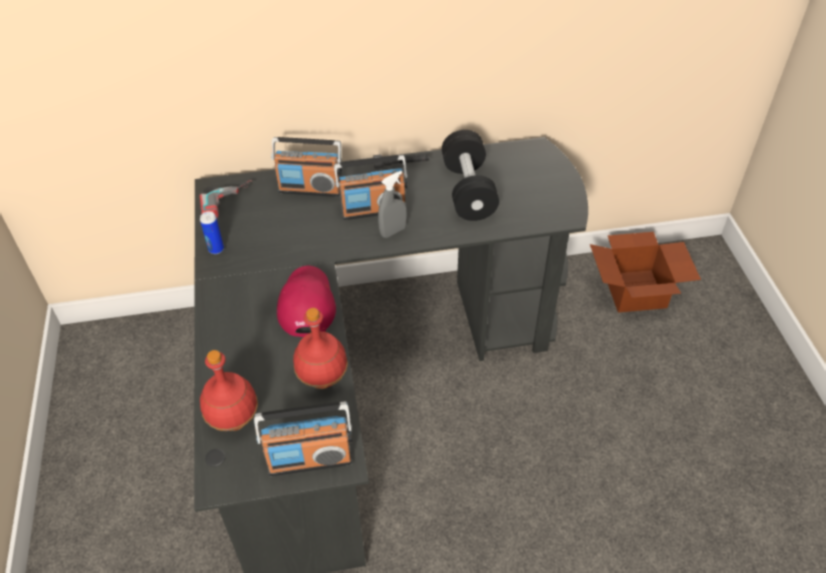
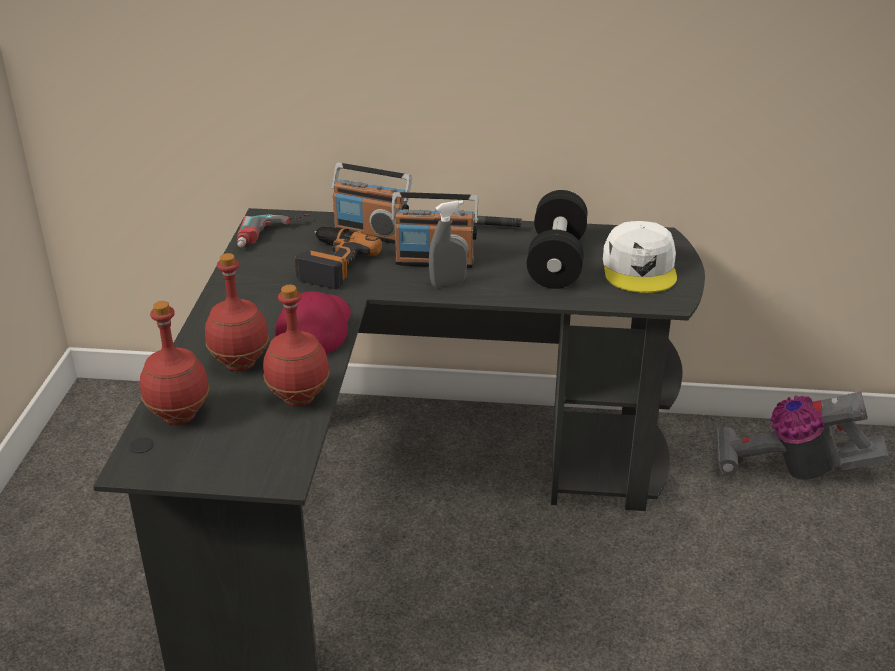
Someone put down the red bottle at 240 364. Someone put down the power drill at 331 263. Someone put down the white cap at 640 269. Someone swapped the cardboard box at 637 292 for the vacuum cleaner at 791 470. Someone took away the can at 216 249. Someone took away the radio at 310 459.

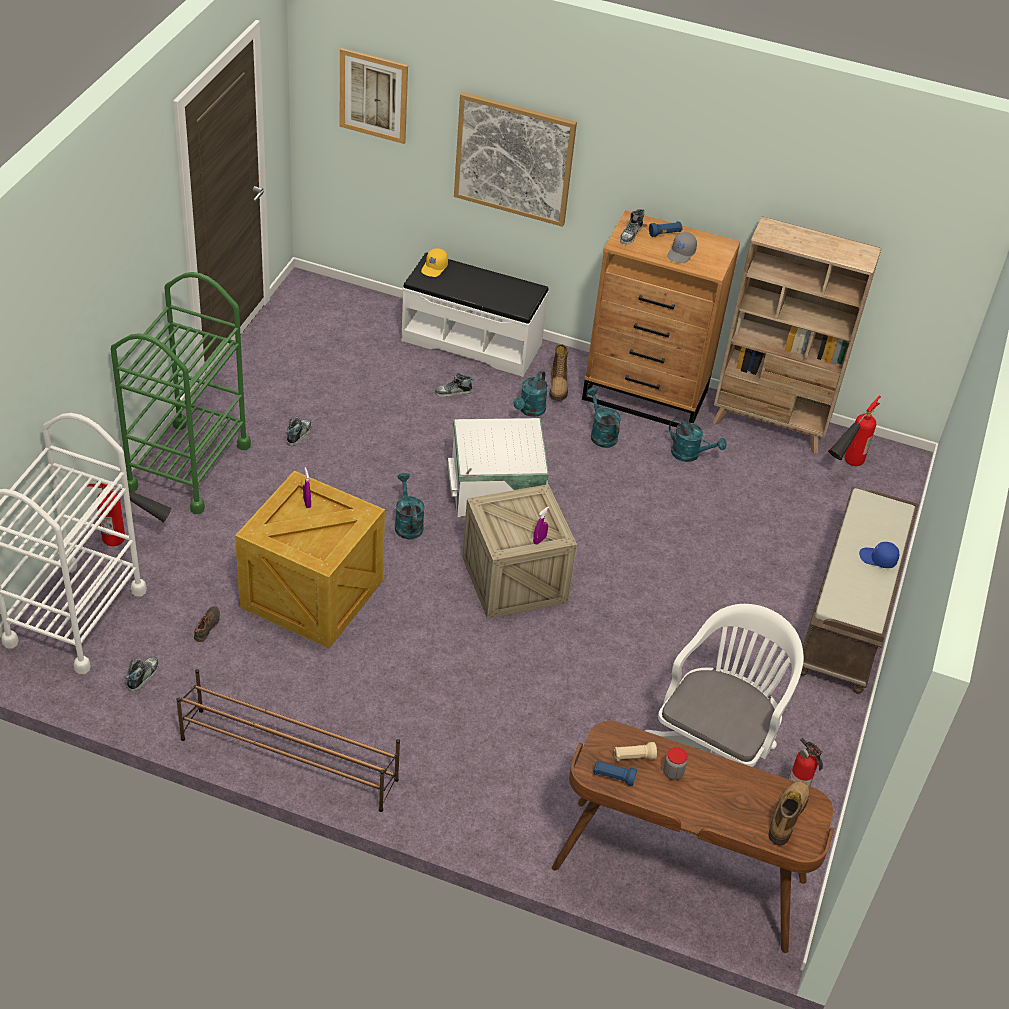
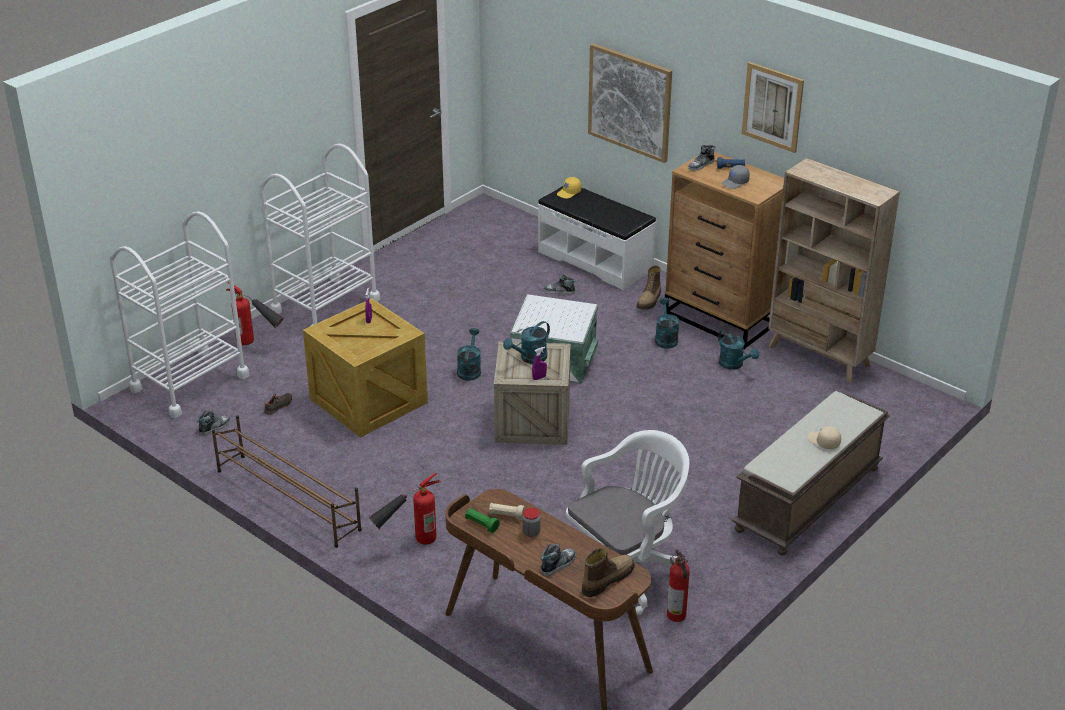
Someone repainted the green cart at 188 466, which became the white cart at 325 306. Someone carried the fire extinguisher from 843 469 to 408 544. Someone repainted the blue flashlight at 613 777, which became the green flashlight at 481 524. Someone carried the turquoise watering can from 530 411 to 530 359. Someone carried the shoe from 299 434 to 558 564. Someone carried the picture from 373 95 to 772 107. Someone repainted the blue cap at 877 559, which became the beige cap at 823 442.

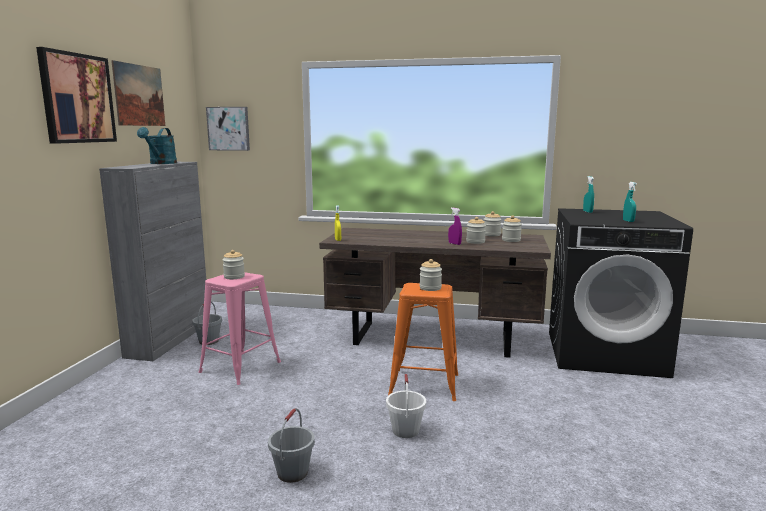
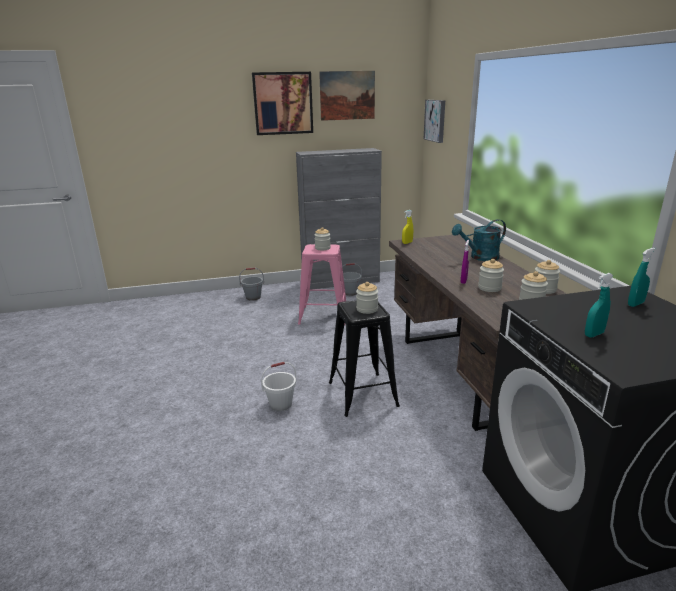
Someone carried the grey bucket from 292 472 to 253 297. Someone repainted the orange stool at 425 385, which became the black stool at 363 394. Someone carried the turquoise watering can from 161 163 to 480 257.

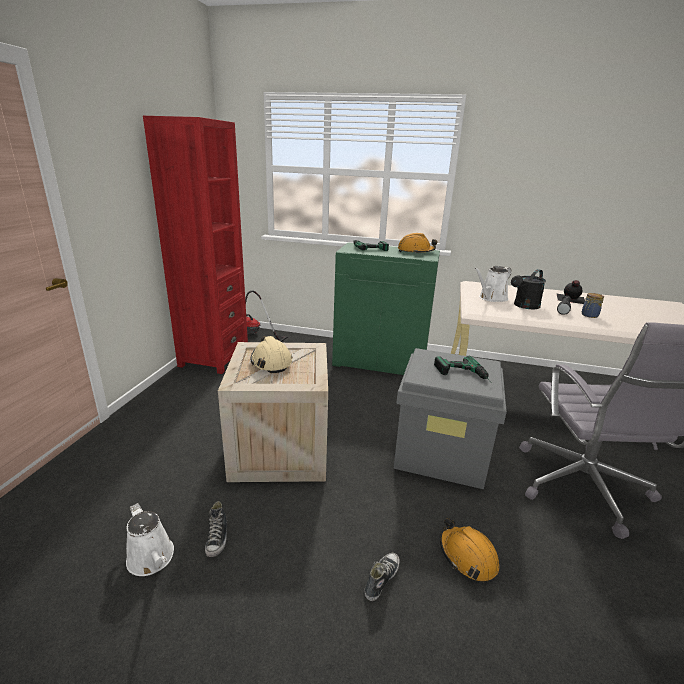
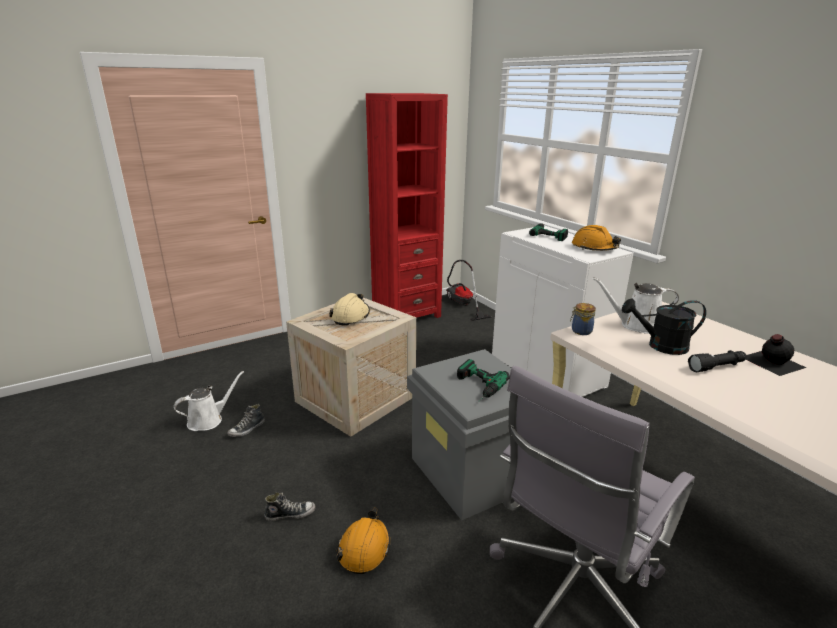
Someone rotated the white watering can at 152 559 by 135 degrees counterclockwise. Someone repainted the green cabinet at 380 362, which became the white cabinet at 548 372. Someone carried the jar from 589 315 to 580 331.

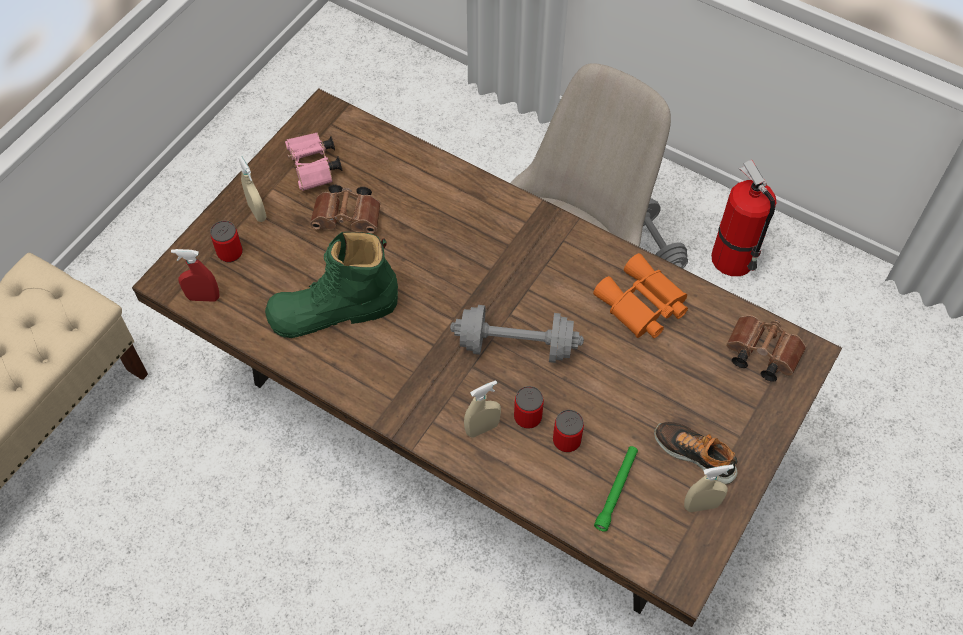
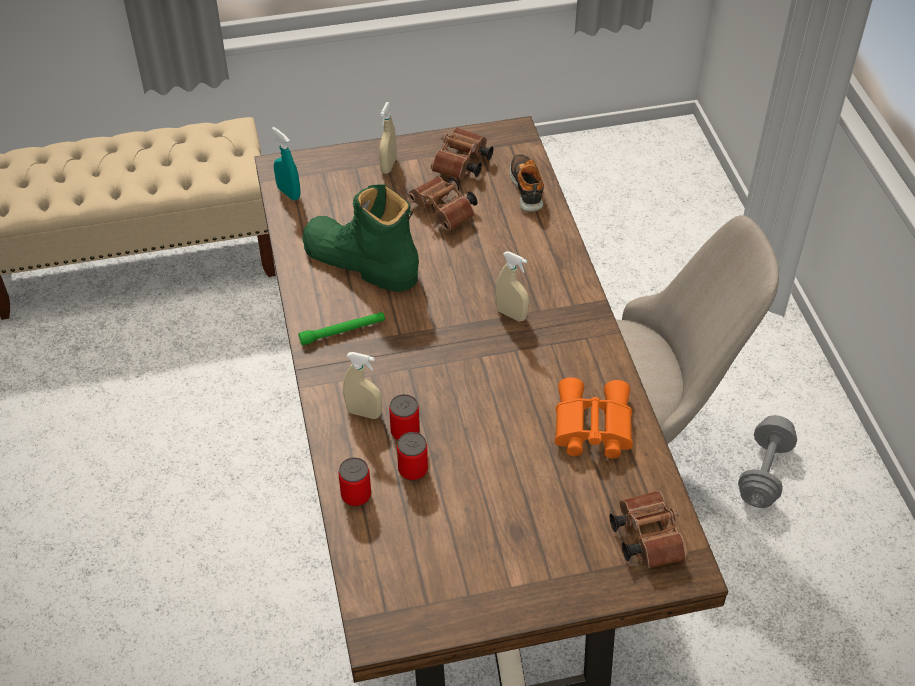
Someone repainted the red spray bottle at 203 297, which became the turquoise spray bottle at 288 193. Someone carried the green flashlight from 616 490 to 342 332. Someone carried the can from 230 253 to 356 495. Someone repainted the pink binoculars at 314 169, which became the brown binoculars at 461 165. Someone carried the beige spray bottle from 701 505 to 511 314. Someone carried the shoe from 695 454 to 527 188. Someone took away the grey dumbbell at 516 346. Someone took away the fire extinguisher at 734 260.

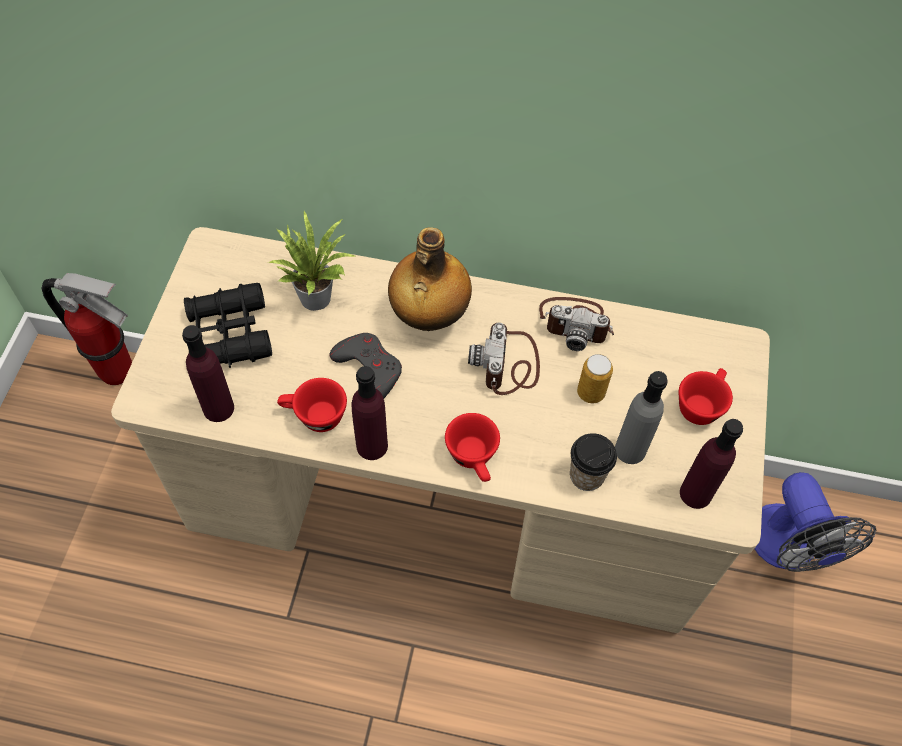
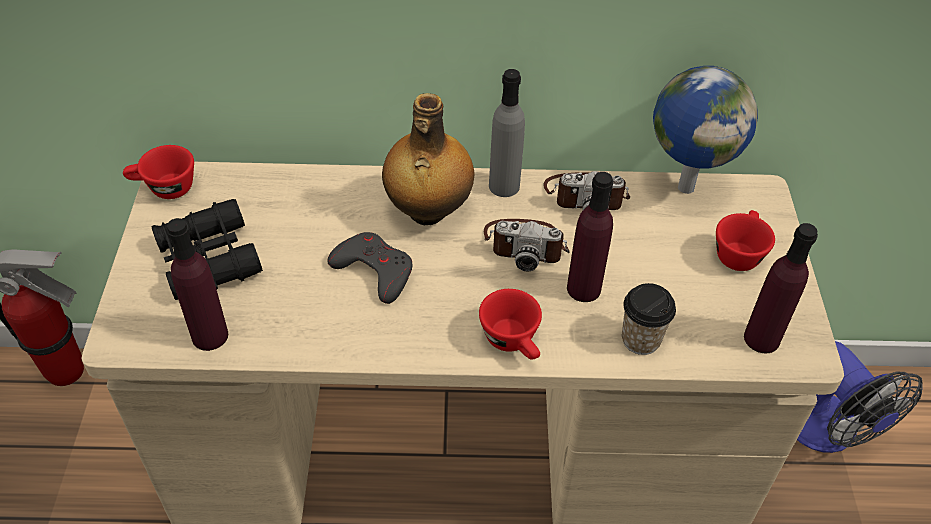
Someone carried the red cup from 314 416 to 164 189. Someone rotated the photo camera at 508 365 by 75 degrees counterclockwise. Someone carried the grey bottle from 630 450 to 504 186. Someone carried the purple bottle from 372 446 to 583 289. Someone put down the globe at 685 186. Someone took away the potted plant at 316 295. Someone took away the can at 590 392.

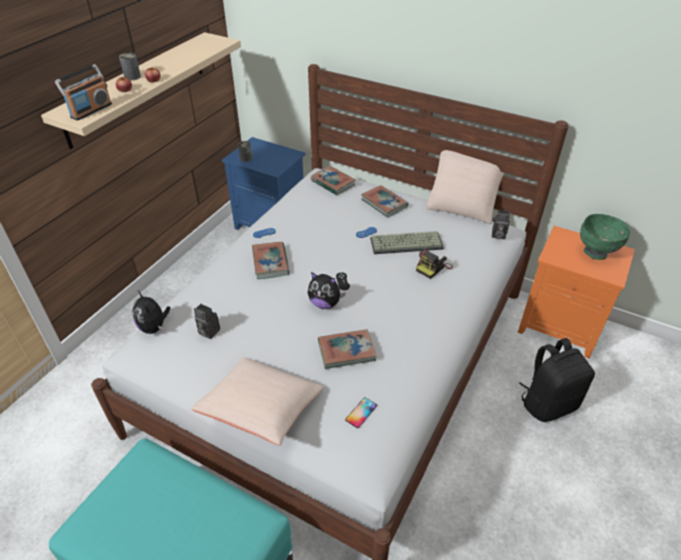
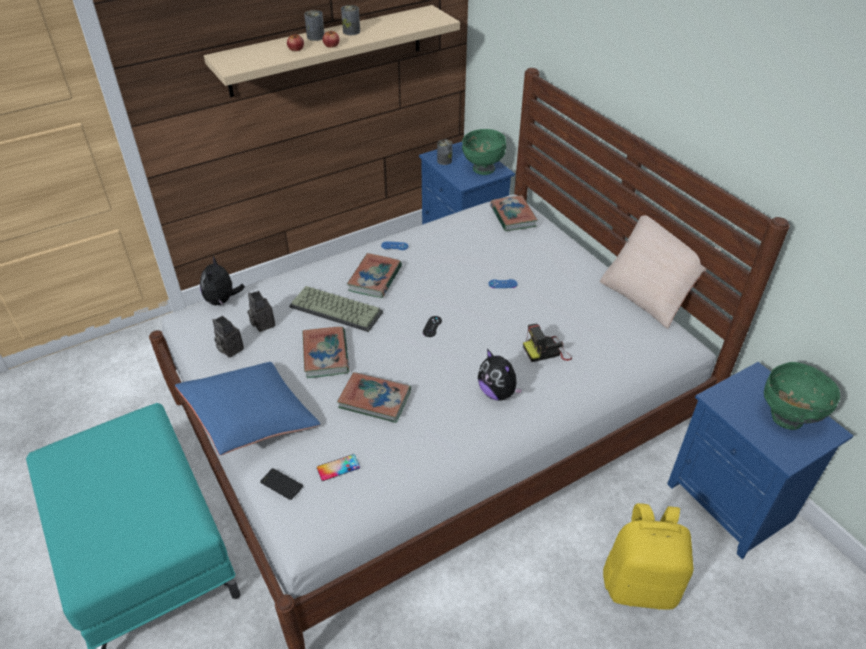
Someone repainted the beige pillow at 262 409, which became the blue pillow at 251 419. Someone carried the photo camera from 497 235 to 229 349. Someone put down the phone at 281 484. Someone carried the keyboard from 407 243 to 337 309. Someone carried the book from 384 203 to 326 355. Someone put down the can at 351 32. Someone put down the green bowl at 483 169. Someone carried the plush toy from 325 303 to 498 392. Someone repainted the black backpack at 548 403, which became the yellow backpack at 640 584. Someone repainted the orange nightstand at 560 327, which became the blue nightstand at 732 503. Someone took away the radio at 91 110.

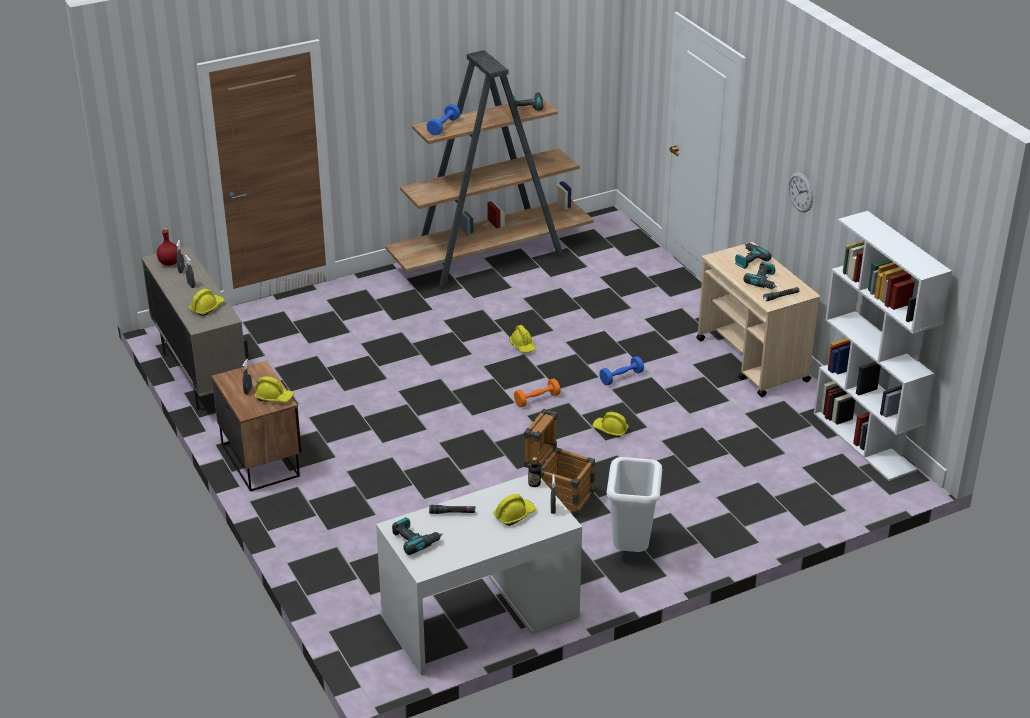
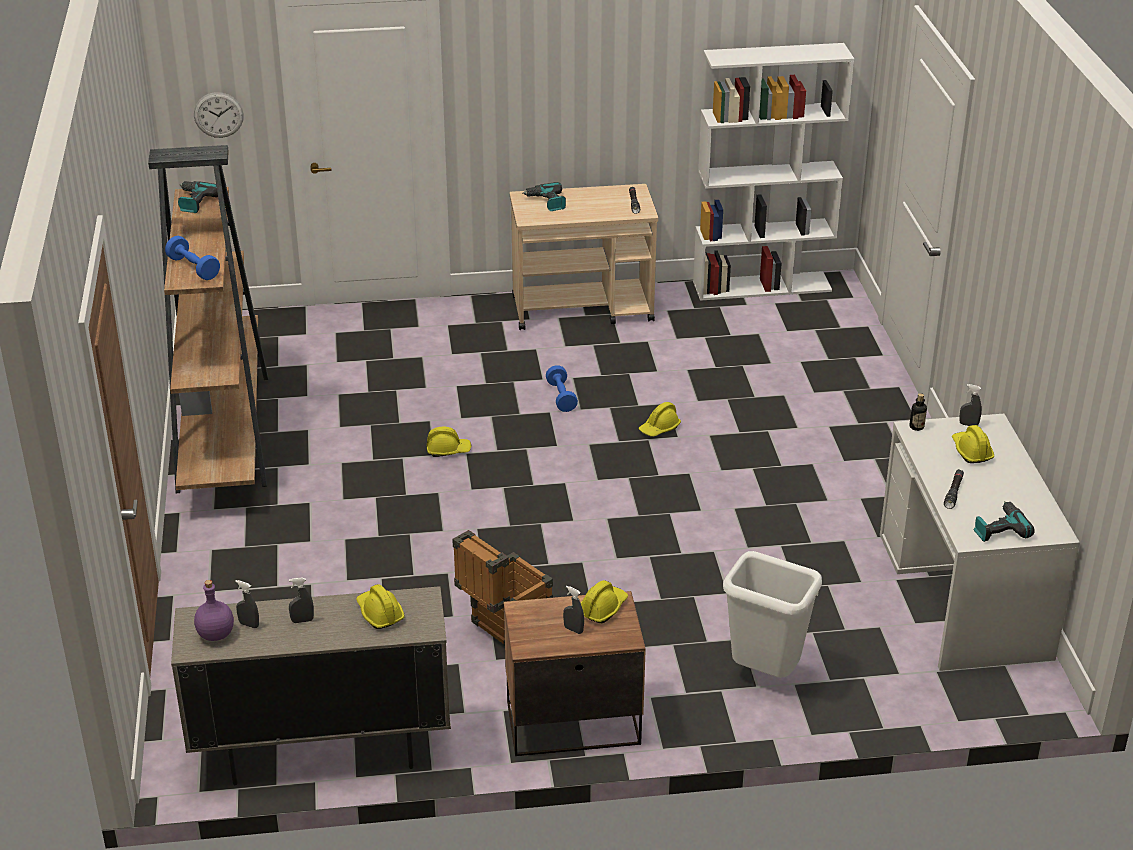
Someone carried the wall clock from 800 192 to 218 115. Someone repainted the red bottle at 170 263, which became the purple bottle at 216 634. Someone carried the crate from 558 496 to 504 627. Someone carried the white trash can from 631 549 to 764 675. Someone took away the orange dumbbell at 537 399. Someone took away the power drill at 764 281.

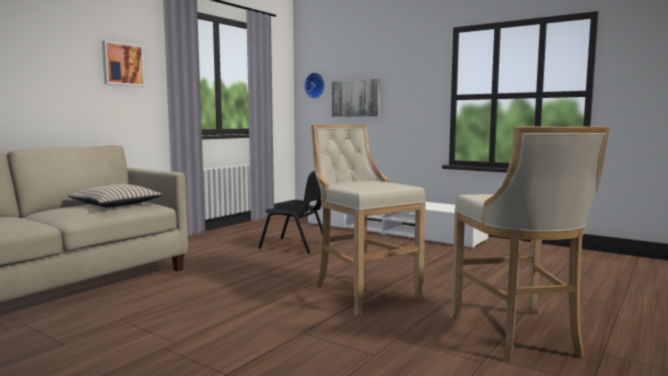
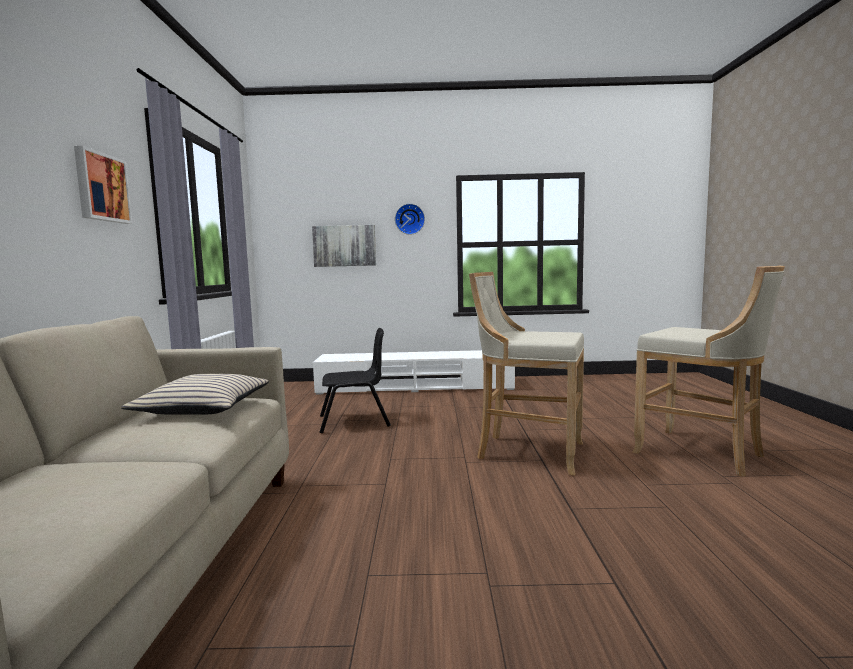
Someone carried the wall clock from 315 85 to 409 219.

